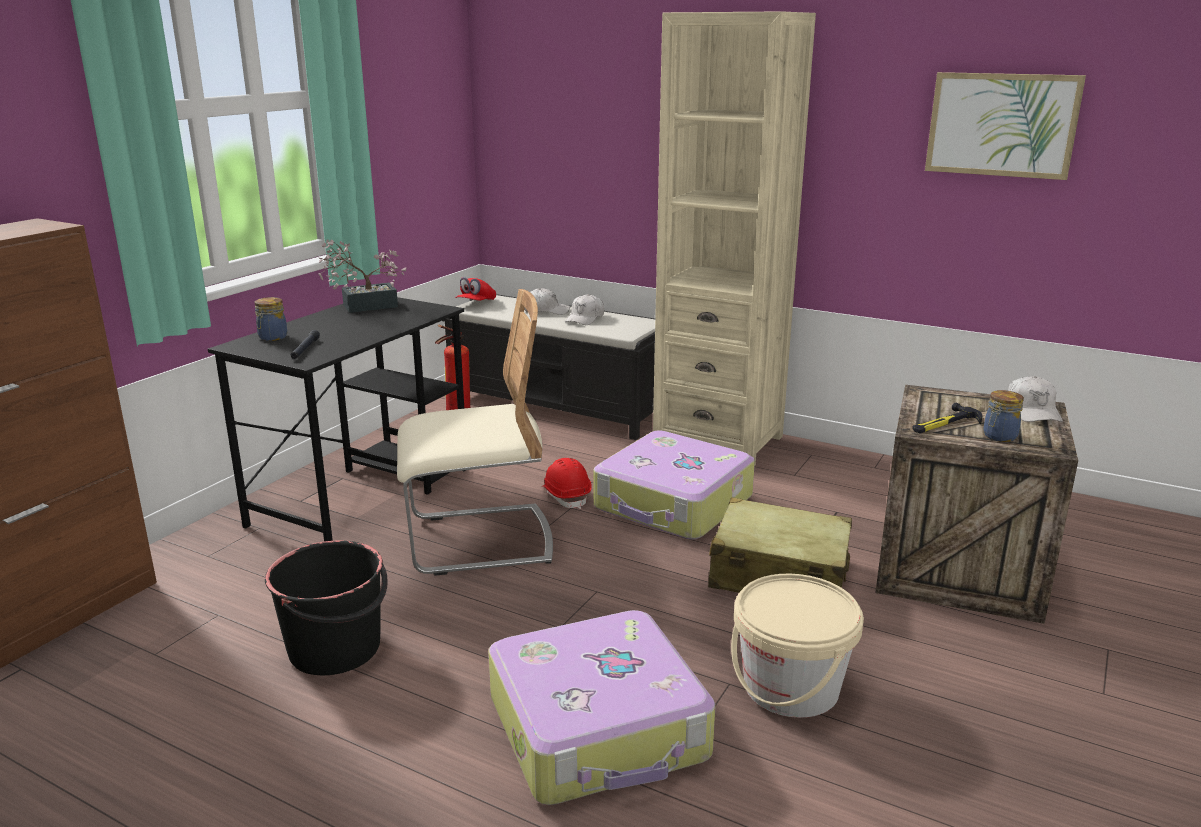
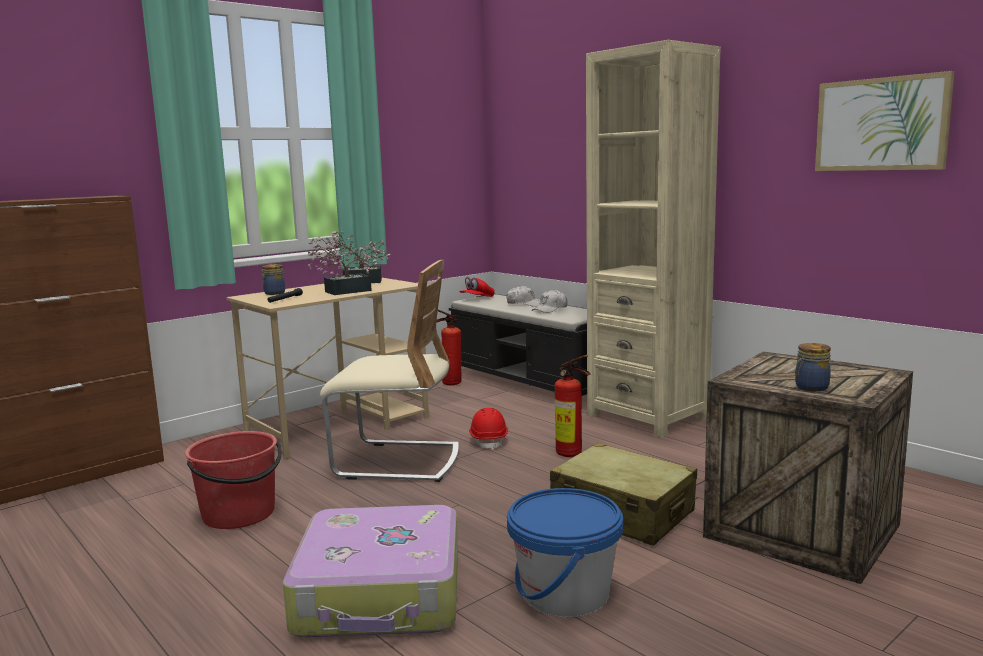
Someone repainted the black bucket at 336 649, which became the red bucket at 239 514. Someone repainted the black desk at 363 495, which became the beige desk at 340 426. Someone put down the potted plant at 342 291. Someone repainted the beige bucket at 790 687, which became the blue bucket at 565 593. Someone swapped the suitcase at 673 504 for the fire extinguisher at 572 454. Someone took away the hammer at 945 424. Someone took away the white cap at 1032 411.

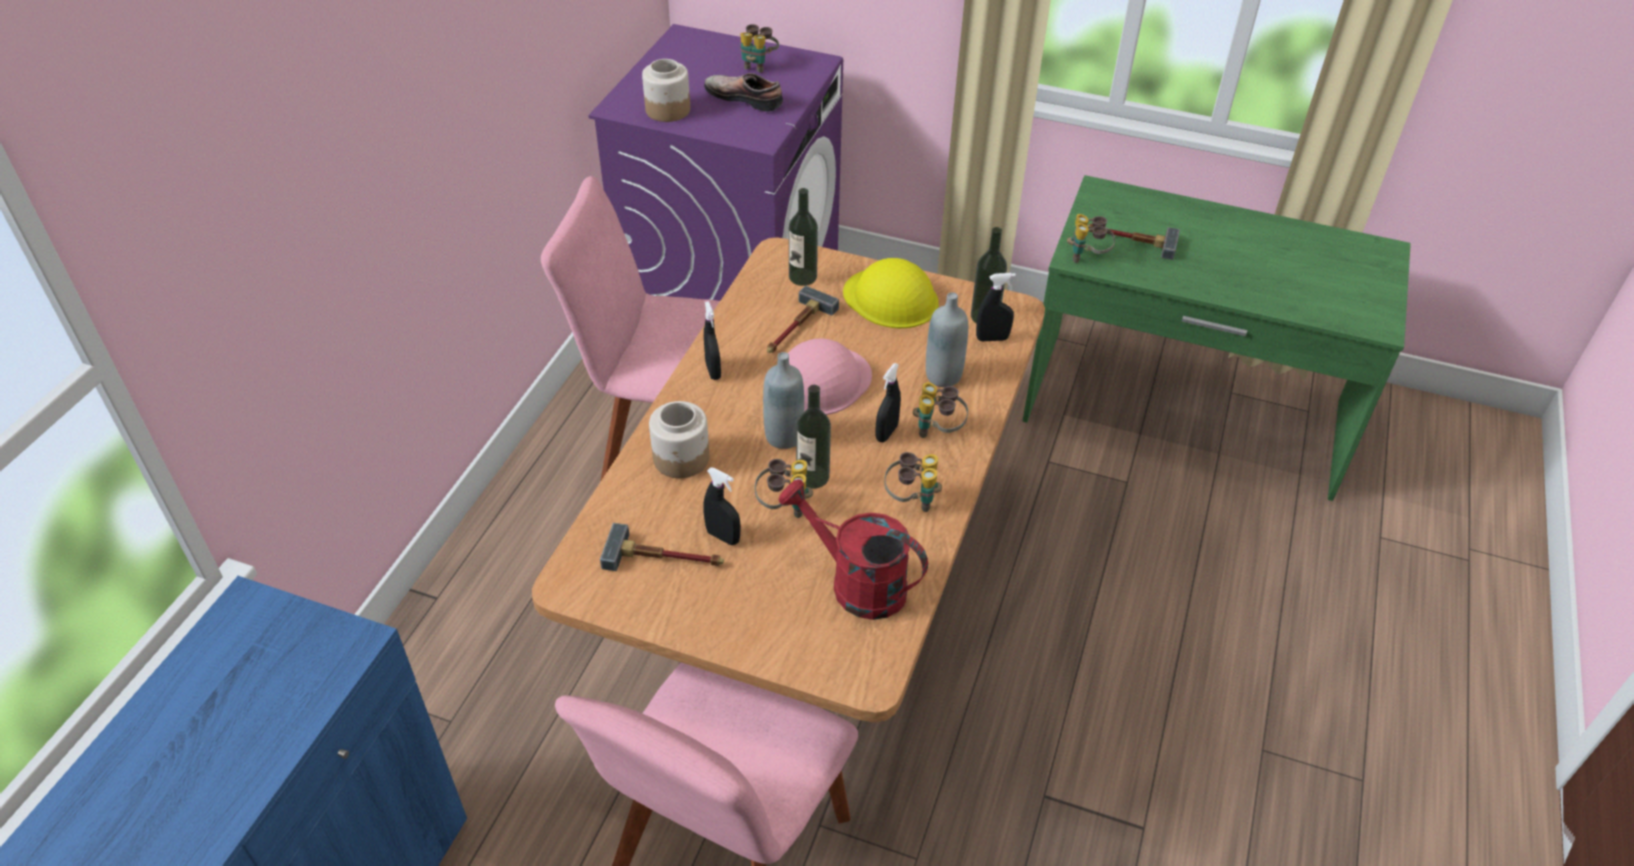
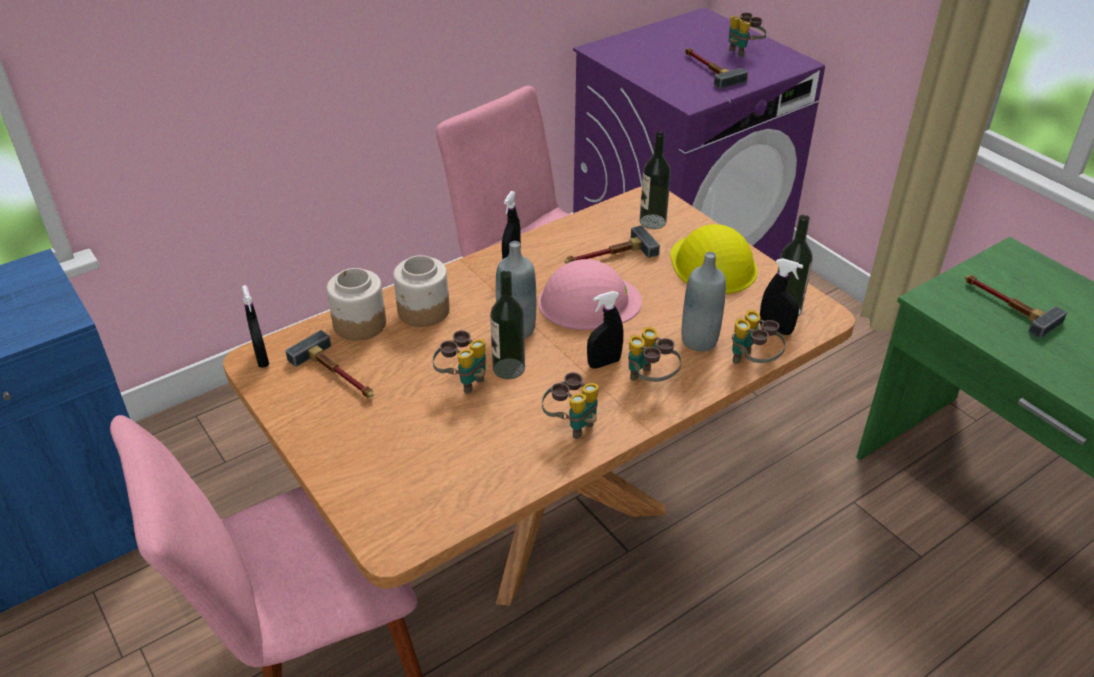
Someone carried the black spray bottle from 723 536 to 262 359. Someone carried the jar from 667 110 to 359 323. Someone swapped the shoe at 745 97 for the hammer at 708 69. Someone carried the binoculars from 1087 257 to 753 363. Someone took away the red watering can at 856 583.

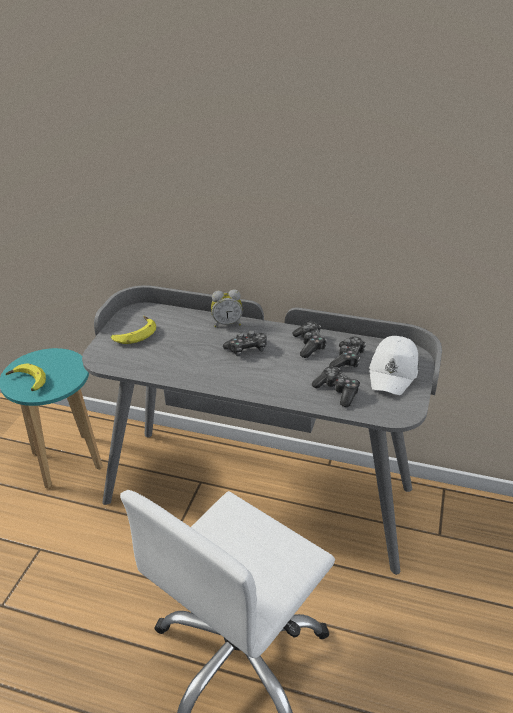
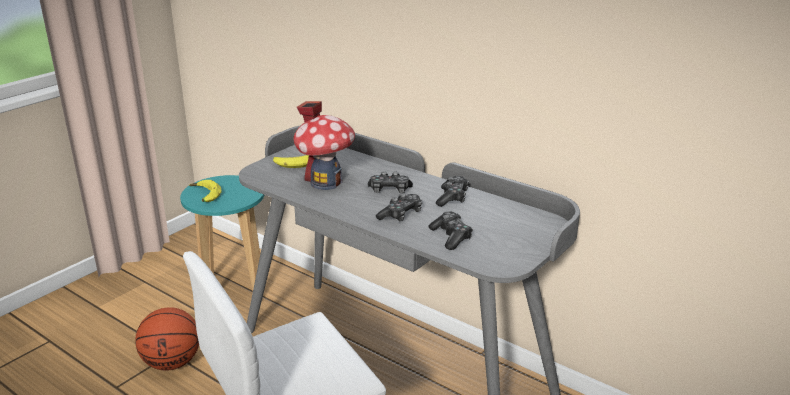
Someone put down the basketball at 172 362. Someone put down the toy house at 326 182. Someone carried the game controller from 347 359 to 401 215. Someone took away the alarm clock at 227 323. Someone took away the white cap at 394 372.

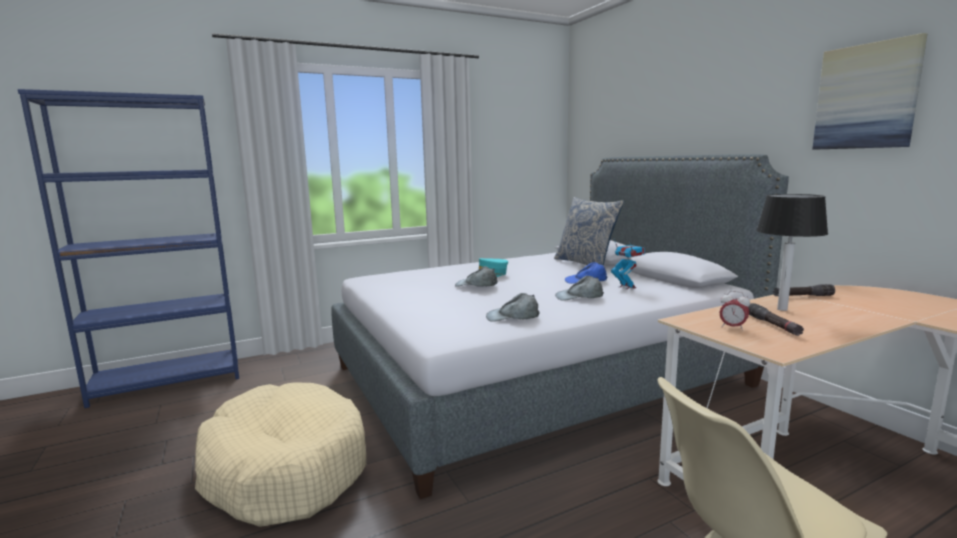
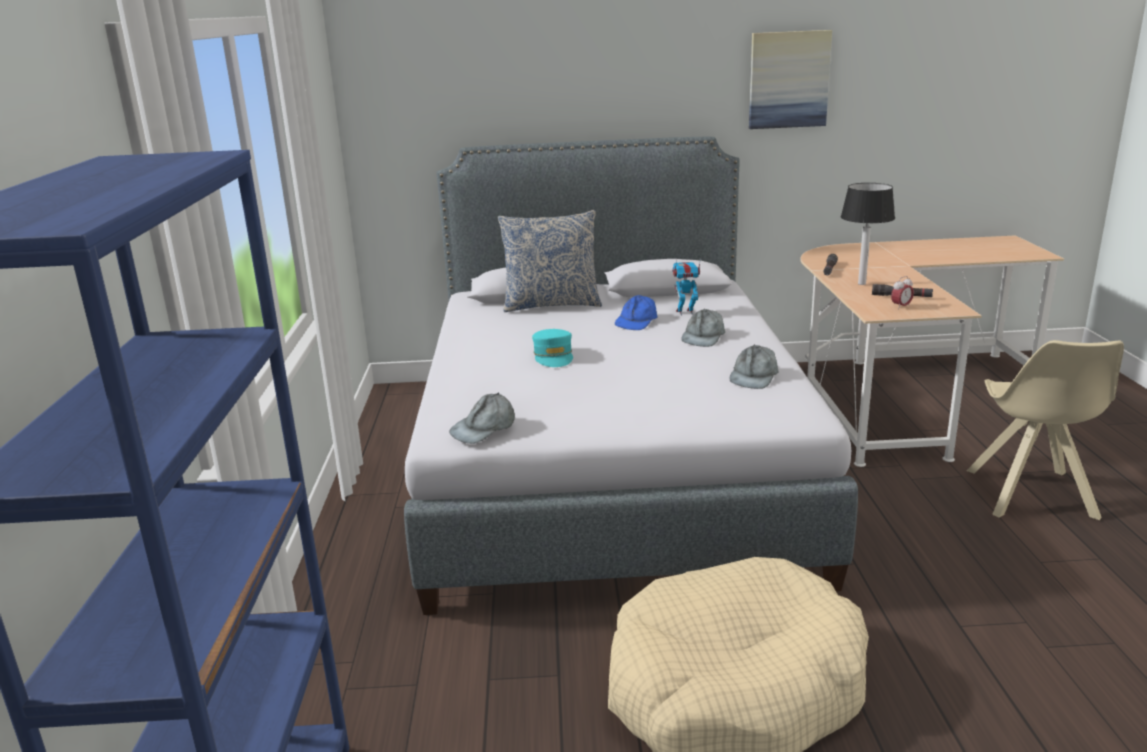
Someone carried the grey cap from 476 284 to 484 428.

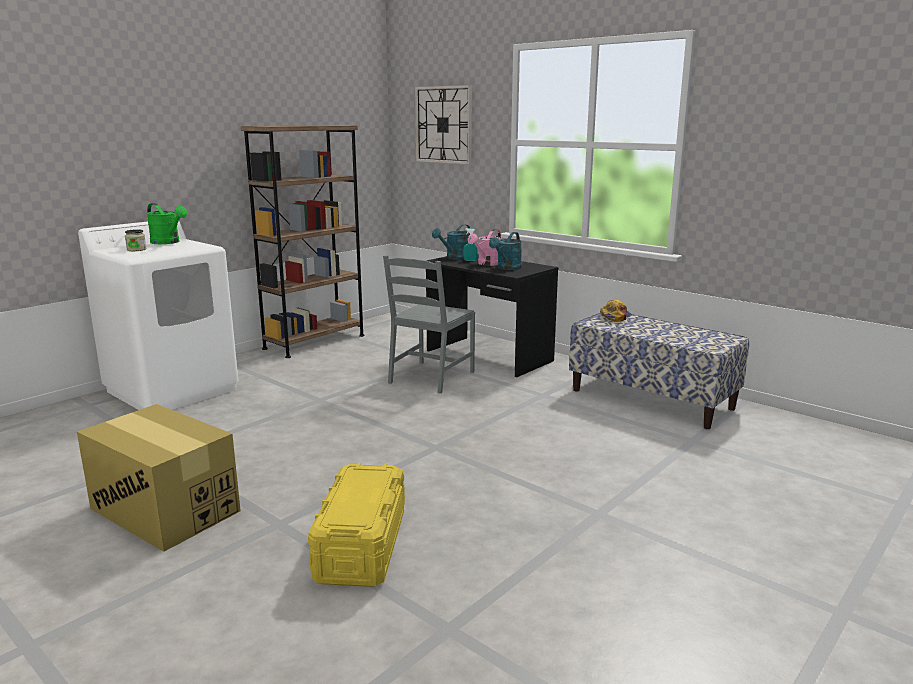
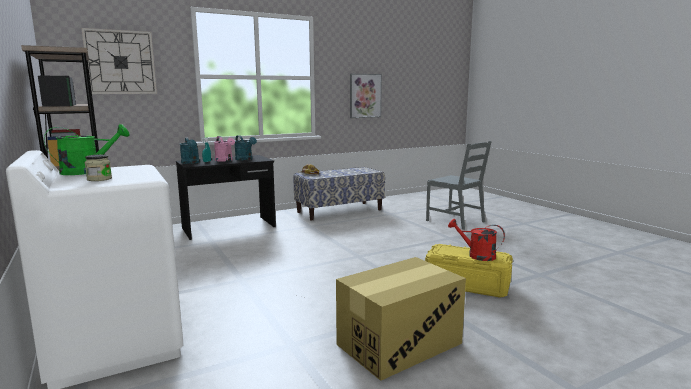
Someone put up the picture at 365 96. Someone carried the grey chair from 431 377 to 456 221. Someone put down the red watering can at 476 255.

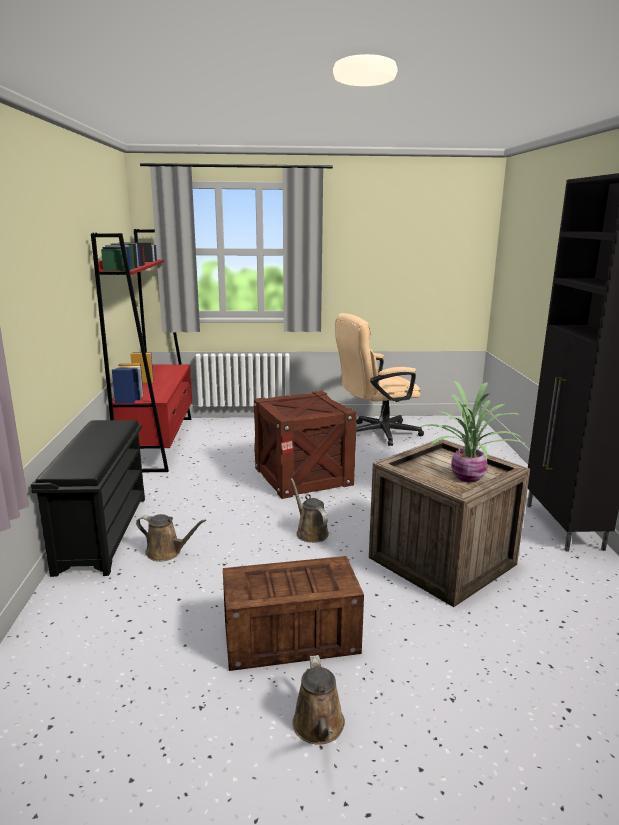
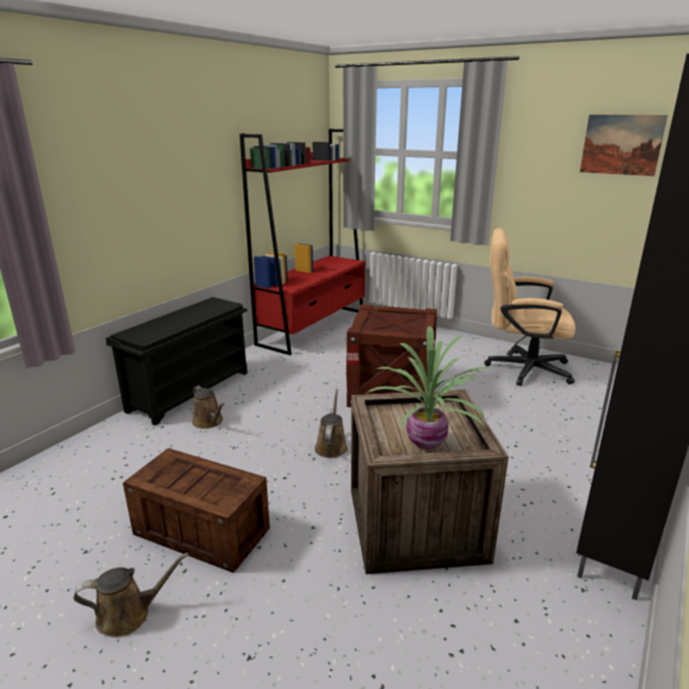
Someone rotated the brown watering can at 319 728 by 135 degrees counterclockwise. Someone put up the picture at 621 144.

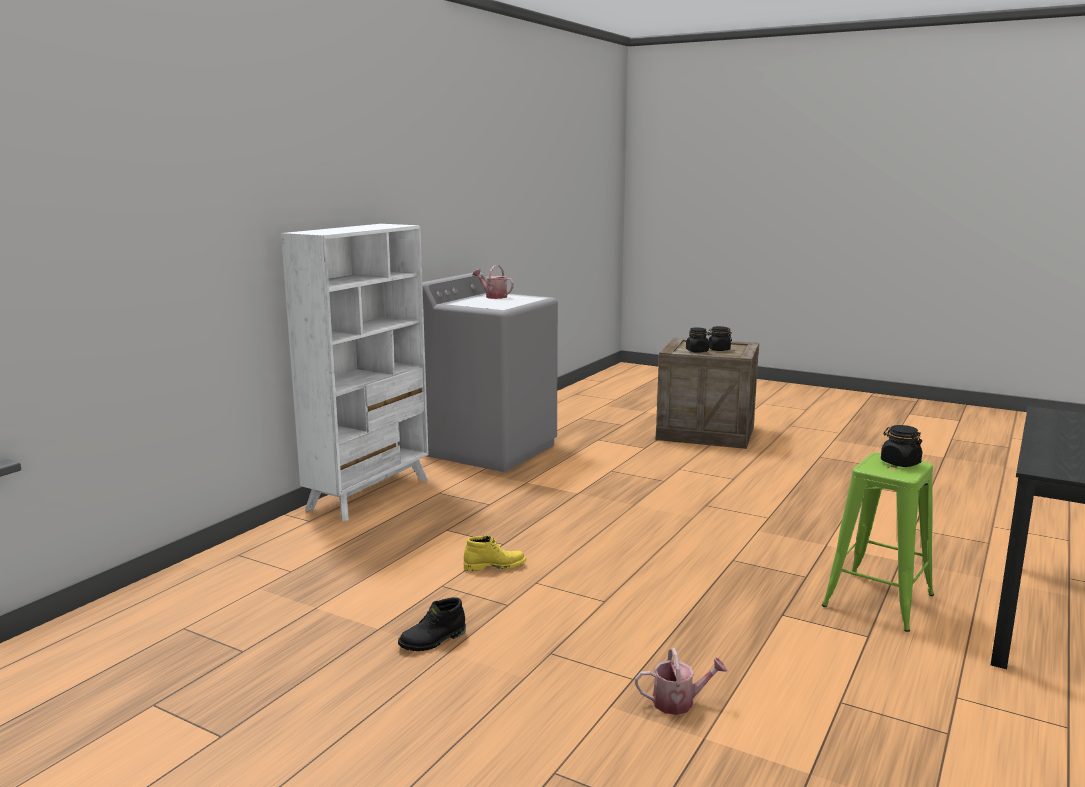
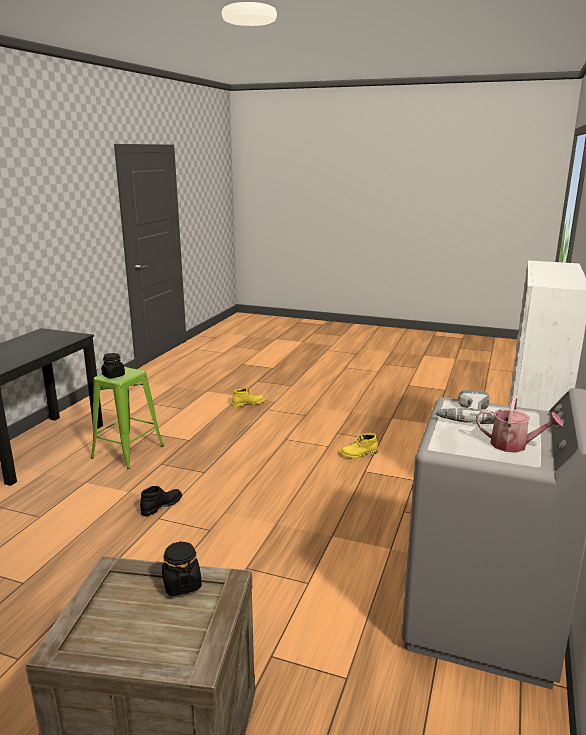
Someone carried the black boot from 433 640 to 161 505. Someone swapped the watering can at 679 702 for the yellow boot at 248 404. Someone put down the power drill at 463 414. Someone took away the black jar at 718 349.

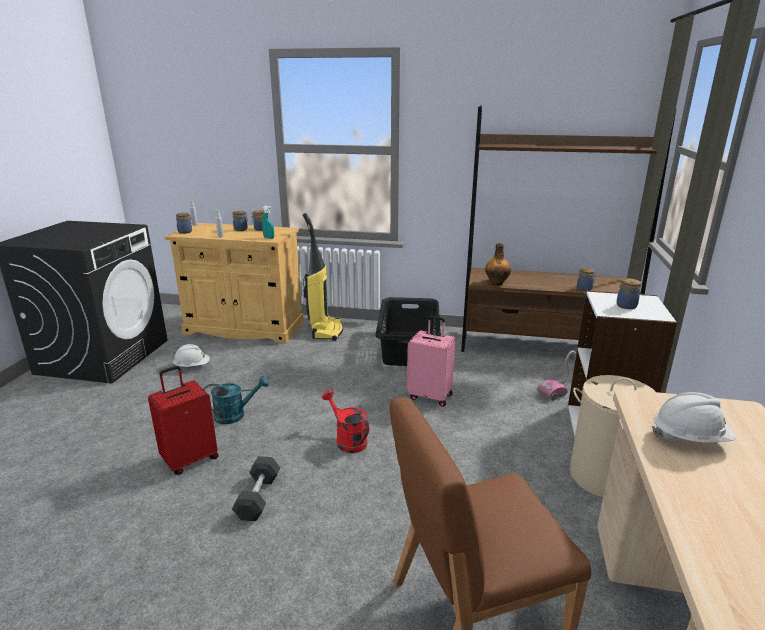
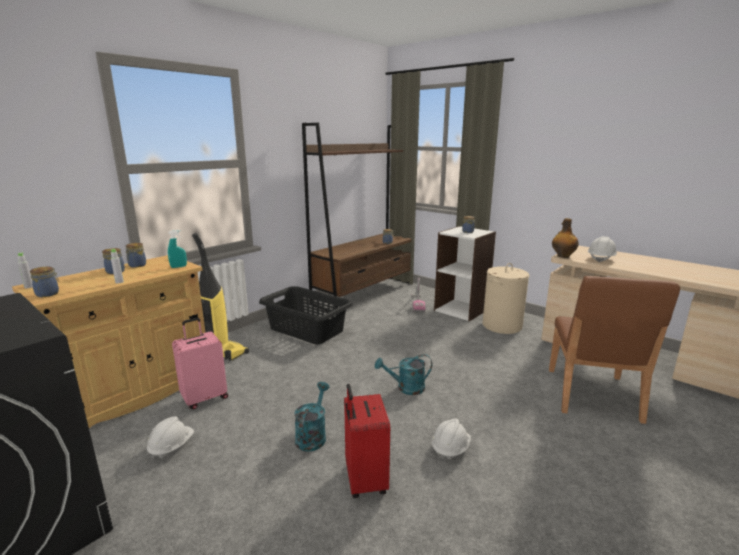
Someone carried the pink suitcase from 430 396 to 204 398. Someone repainted the red watering can at 347 440, which became the turquoise watering can at 406 388. Someone swapped the black dumbbell at 258 497 for the white hard hat at 450 448. Someone carried the bottle from 497 283 to 562 256.

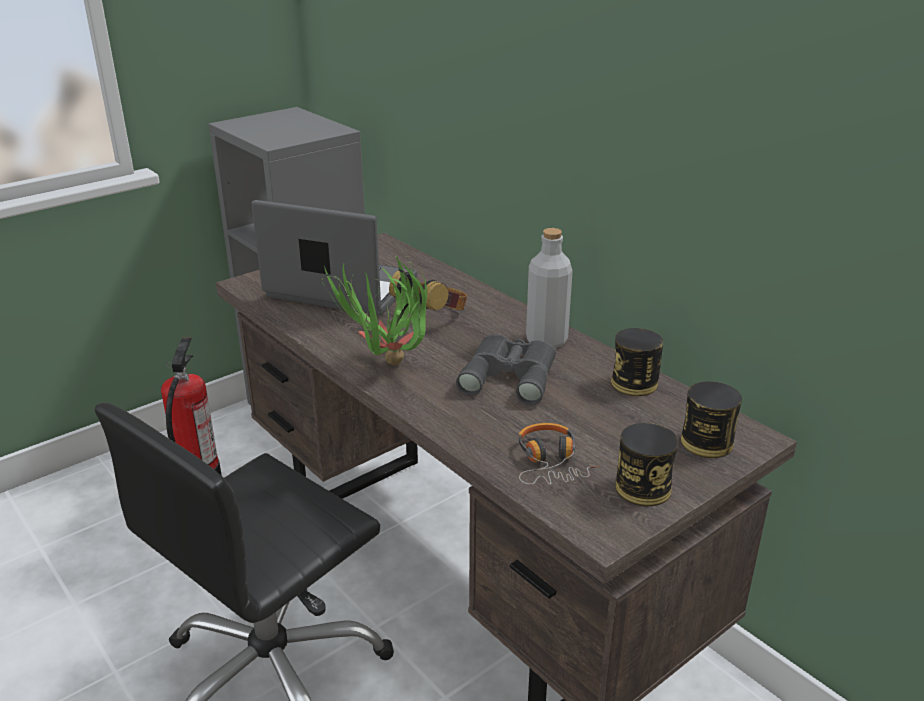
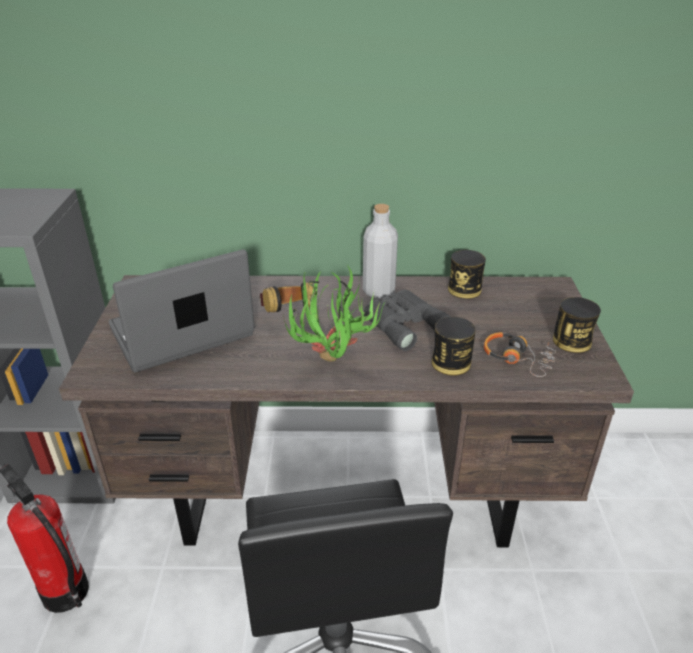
Someone carried the can from 706 442 to 451 363.

